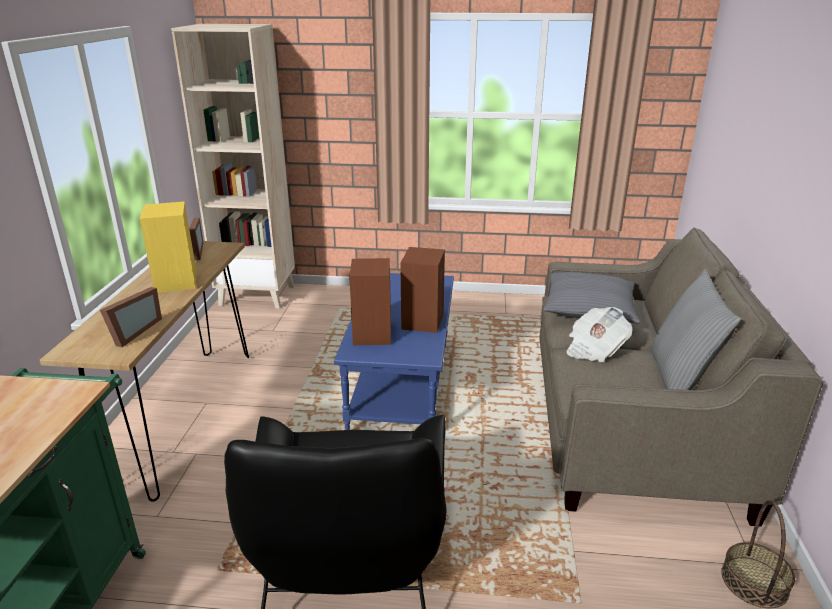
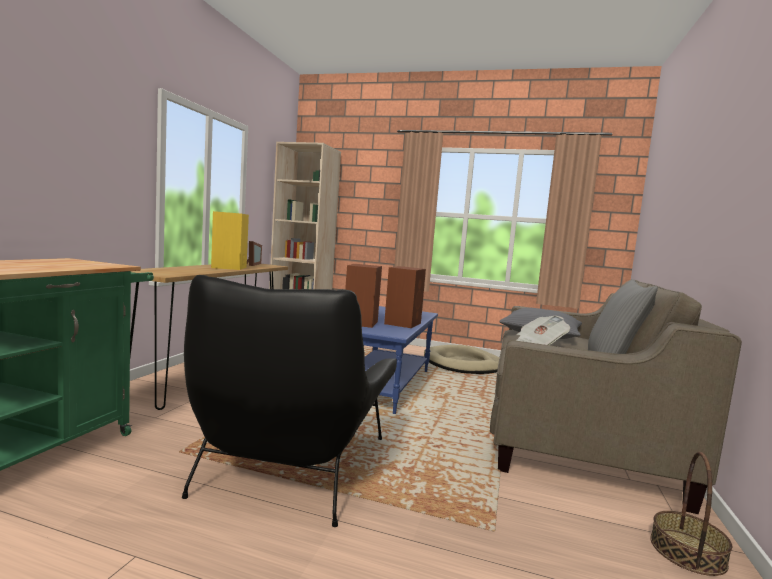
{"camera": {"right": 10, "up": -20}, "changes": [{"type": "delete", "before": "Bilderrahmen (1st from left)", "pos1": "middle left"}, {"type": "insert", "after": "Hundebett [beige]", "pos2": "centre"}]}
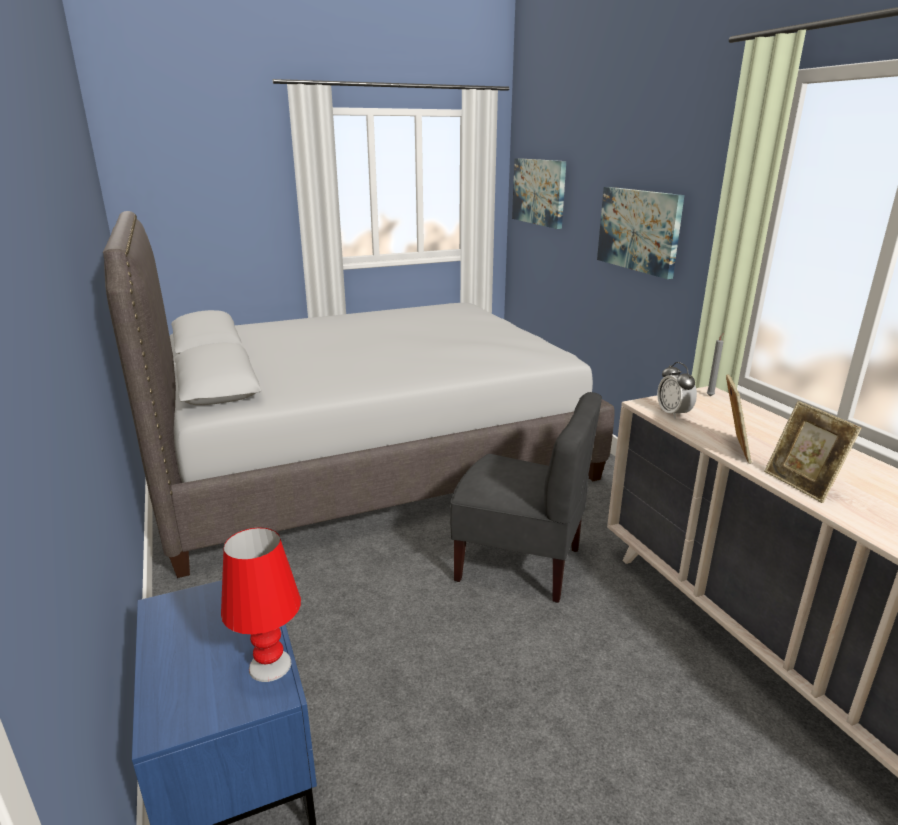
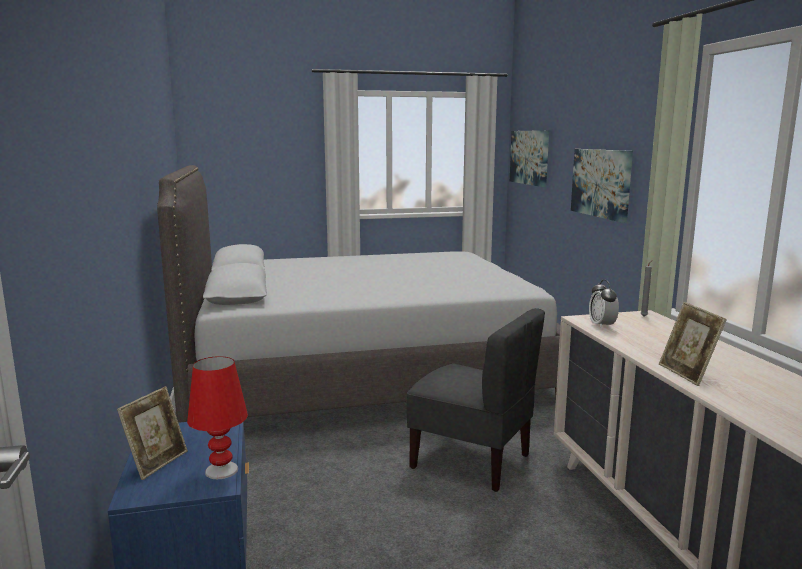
{"camera": {"right": 10, "up": -10}, "changes": [{"type": "move", "before": "Bilderrahmen (1st from left)", "pos1": "middle right", "pos2": "bottom left"}]}
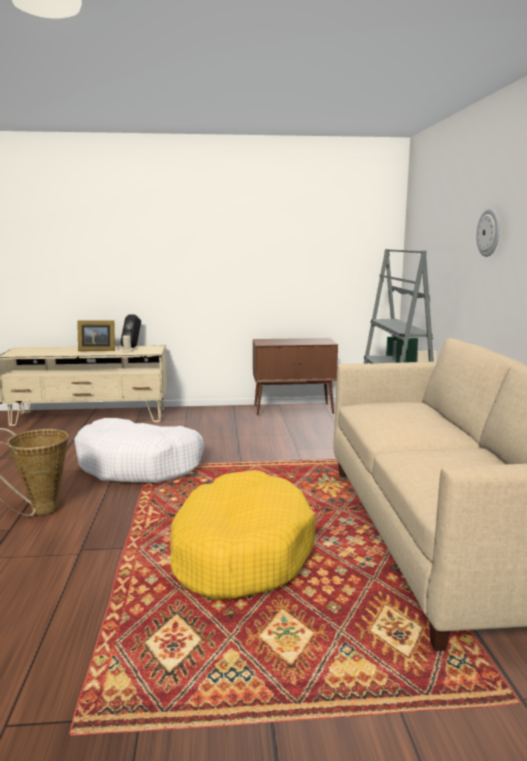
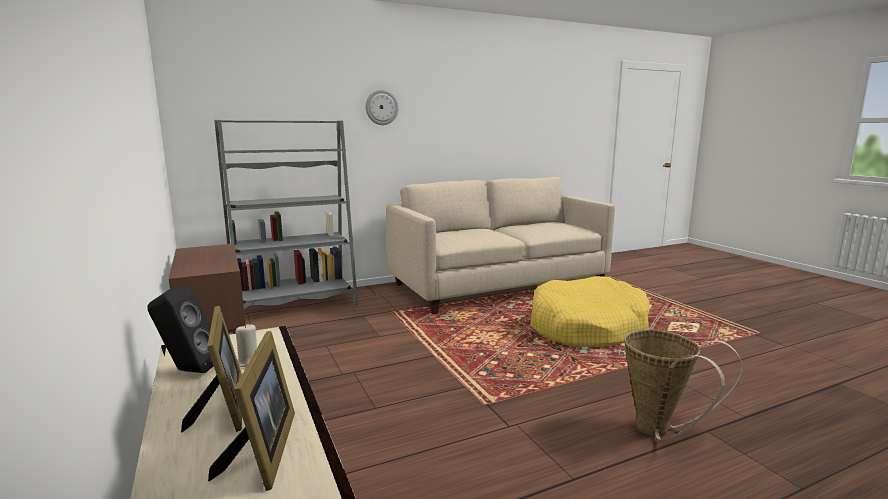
{"camera": {"right": -110, "up": 0}, "changes": [{"type": "delete", "before": "Hundebett [weiß]", "pos1": "middle left"}, {"type": "insert", "after": "Bilderrahmen (2nd from left)", "pos2": "bottom left"}]}
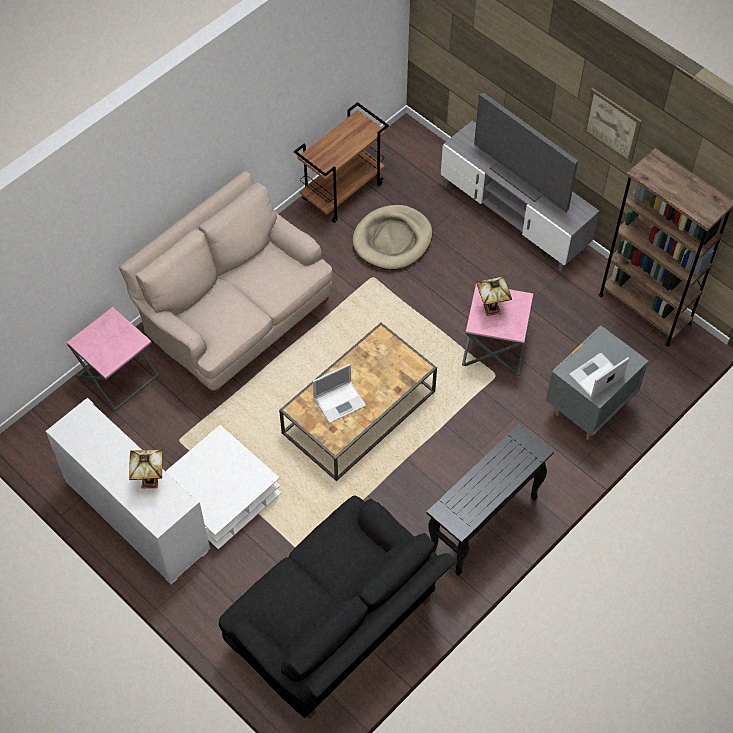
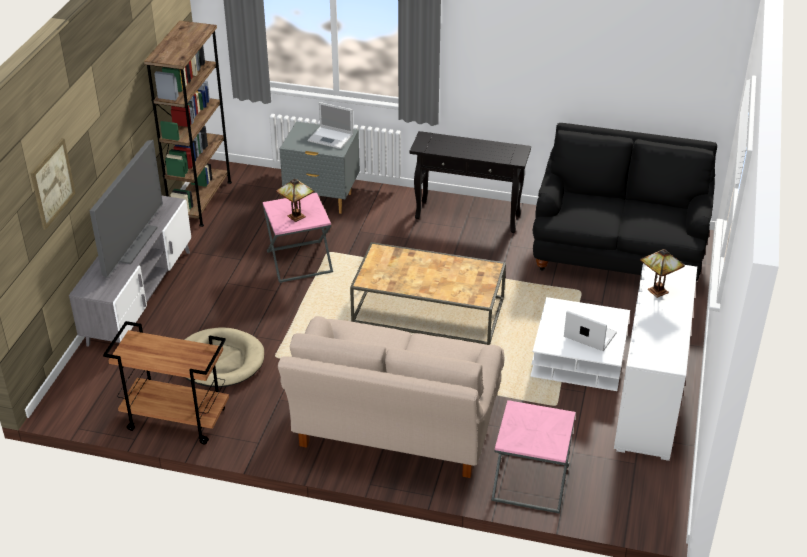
{"camera": {"right": -120, "up": -20}, "changes": [{"type": "move", "before": "Laptop (1st from left in the first image)", "after": "Laptop (2nd from left)", "pos1": "centre", "pos2": "middle right"}, {"type": "move", "before": "Bild", "pos1": "top right", "pos2": "top left"}]}
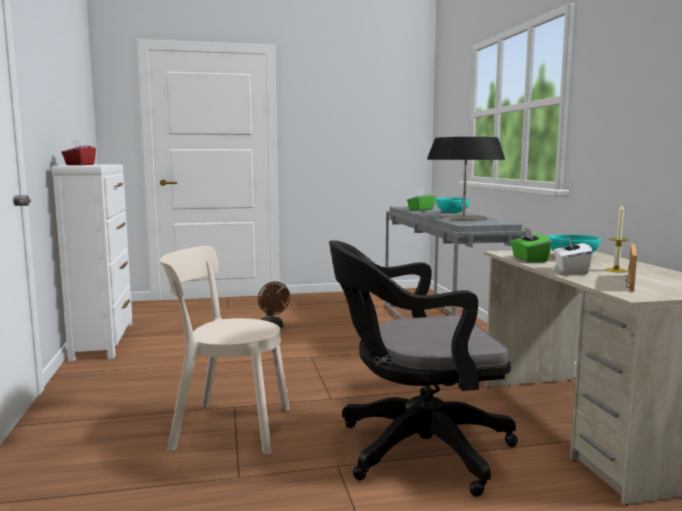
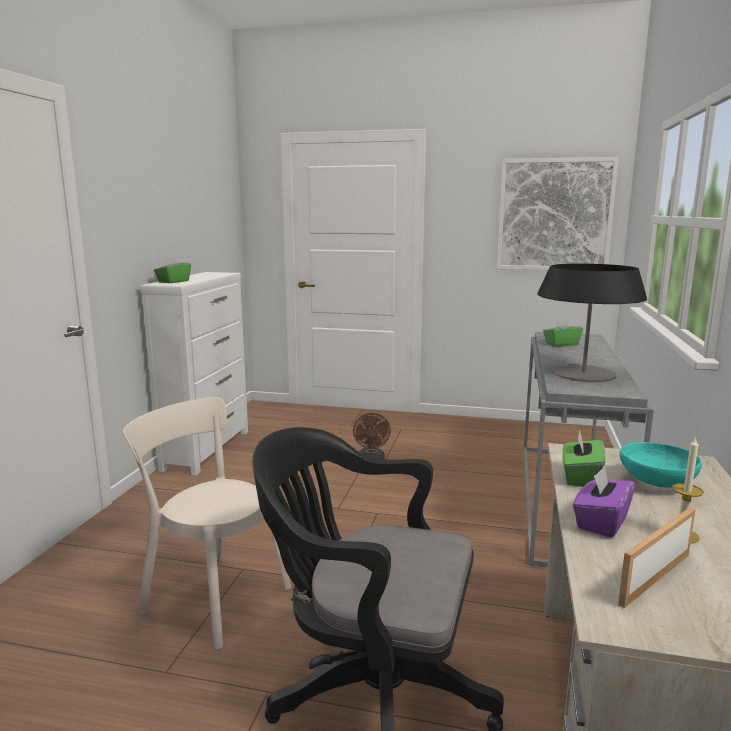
{"camera": {"right": 25, "up": 5}, "changes": [{"type": "recolor", "before": "Taschentuchbox [rot]", "after": "Taschentuchbox [grün] (1st from left)", "pos1": "top left", "pos2": "middle left"}, {"type": "delete", "before": "Schüssel [türkis] (1st from left)", "pos1": "centre"}, {"type": "recolor", "before": "Taschentuchbox [weiß]", "after": "Taschentuchbox [lila]", "pos1": "middle right", "pos2": "bottom right"}, {"type": "insert", "after": "Bild", "pos2": "top right"}]}
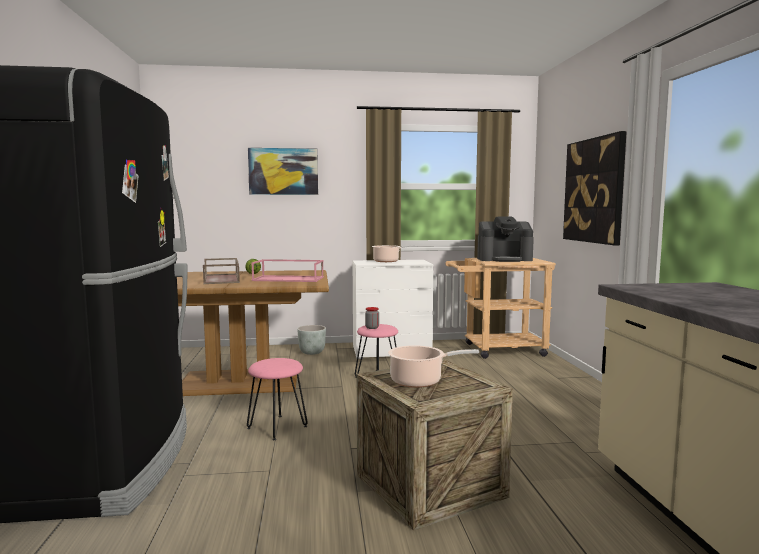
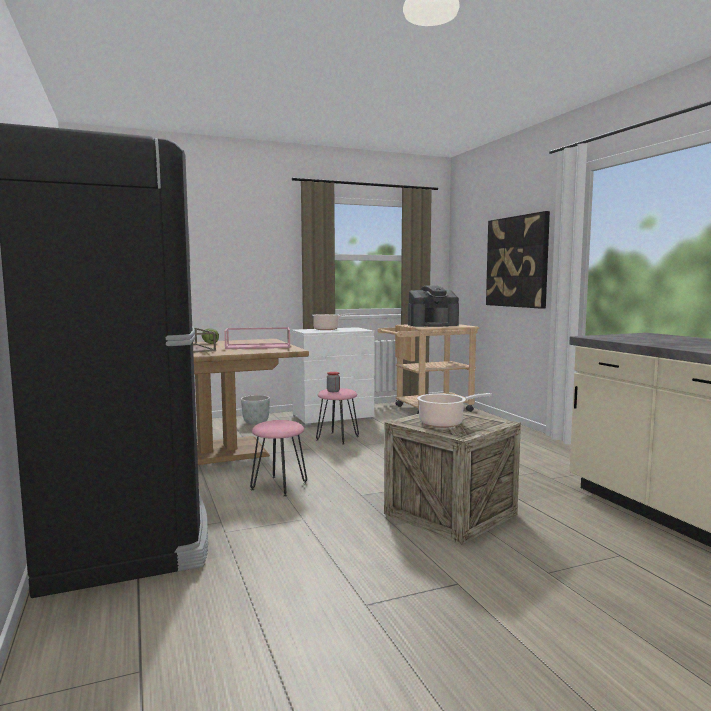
{"camera": {"right": -15, "up": 0}, "changes": [{"type": "delete", "before": "Bild (1st from left)", "pos1": "top centre"}]}
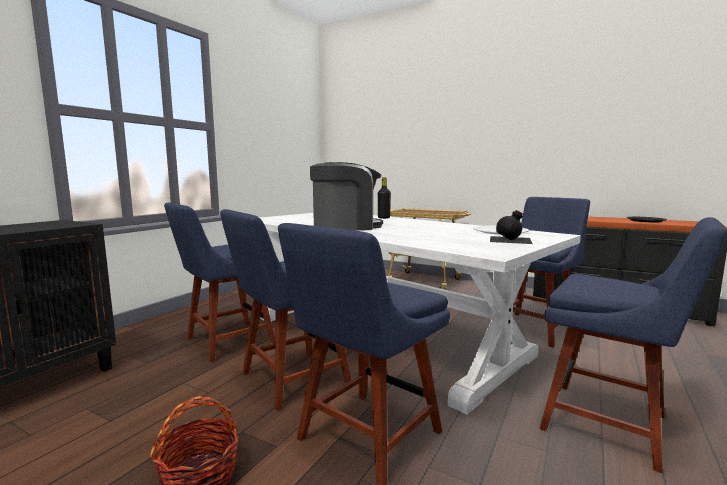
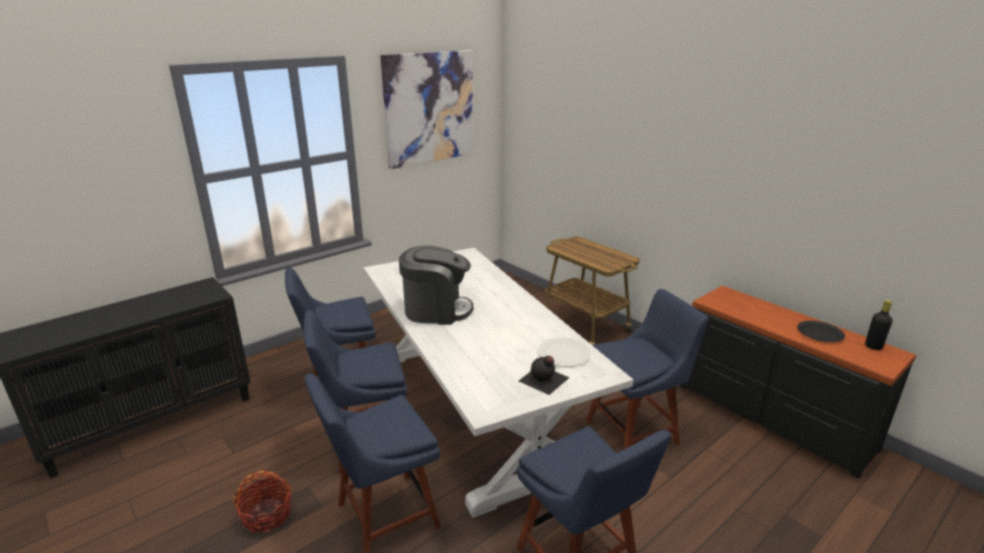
{"camera": {"right": 20, "up": 15}, "changes": [{"type": "move", "before": "Flasche [schwarz] (1st from left in the first image)", "after": "Flasche [schwarz] (2nd from left)", "pos1": "centre", "pos2": "middle right"}, {"type": "insert", "after": "Bild", "pos2": "top centre"}]}
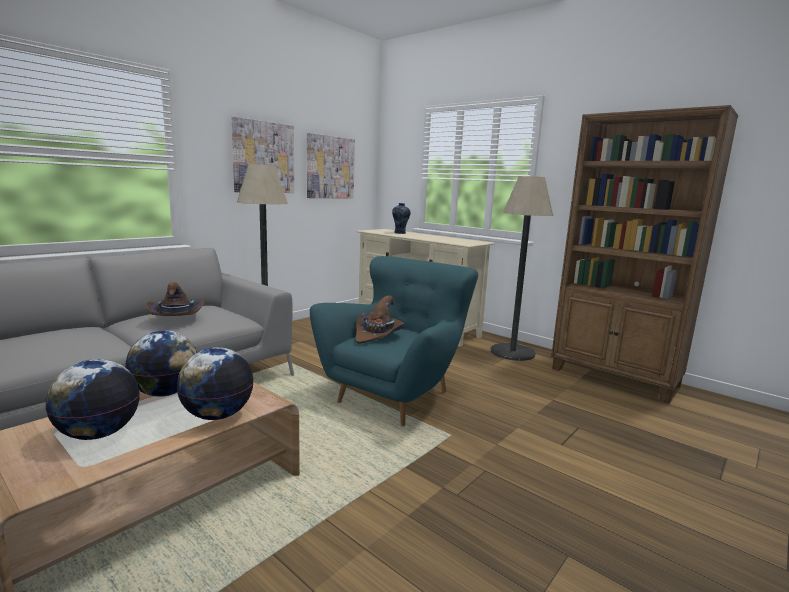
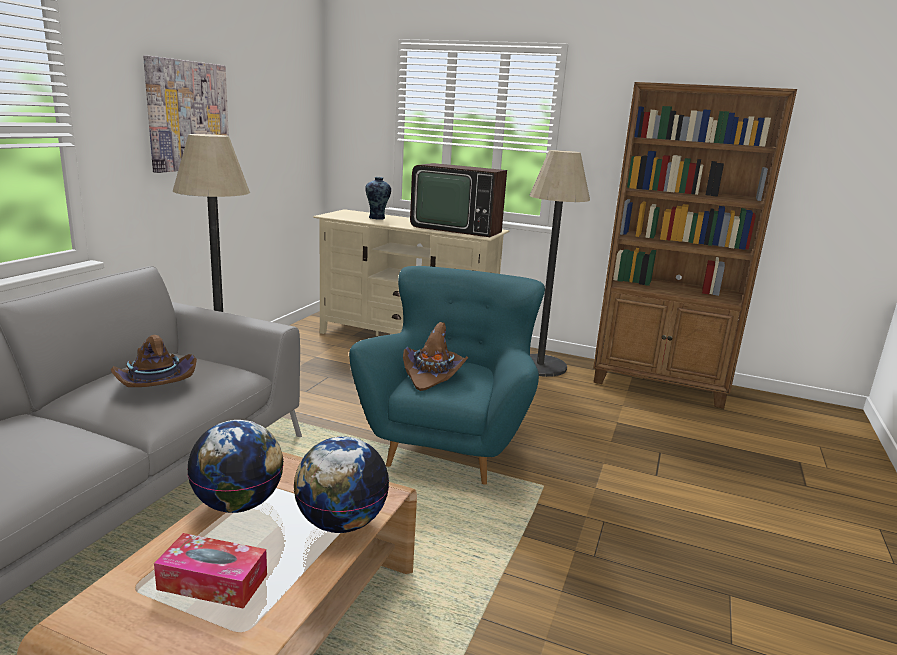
{"camera": {"right": -20, "up": 5}, "changes": [{"type": "replace", "before": "Globus (1st from left)", "after": "Taschentuchbox", "pos1": "bottom left", "pos2": "bottom left"}, {"type": "delete", "before": "Bild (2nd from left)", "pos1": "top centre"}, {"type": "insert", "after": "Fernseher", "pos2": "top centre"}]}
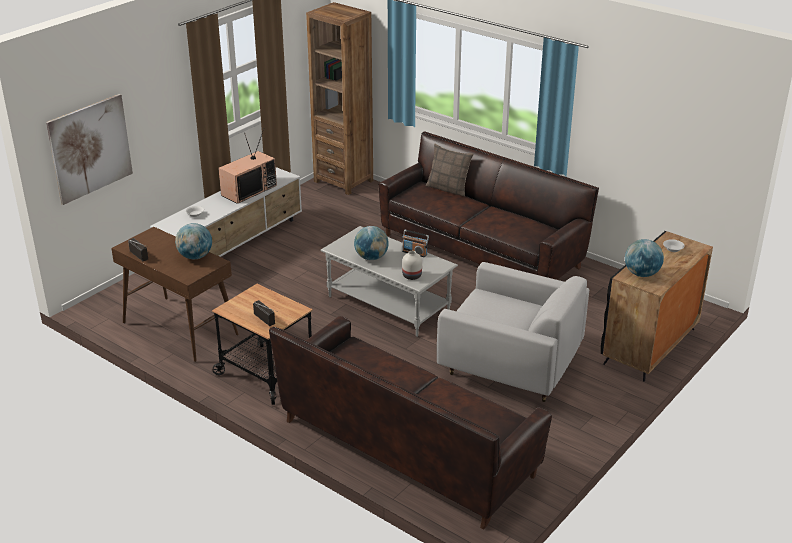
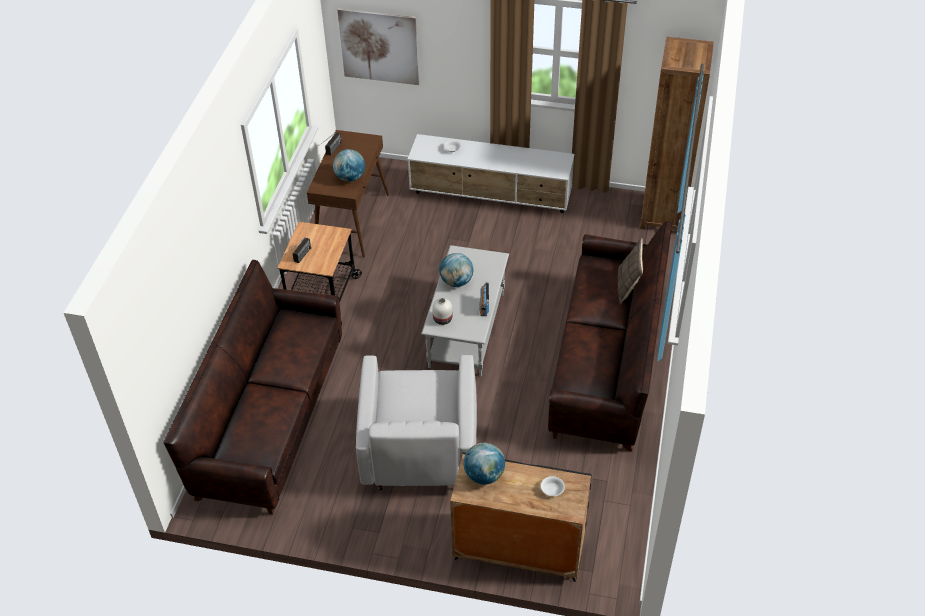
{"camera": {"right": 65, "up": 15}, "changes": [{"type": "delete", "before": "Fernseher", "pos1": "top left"}]}
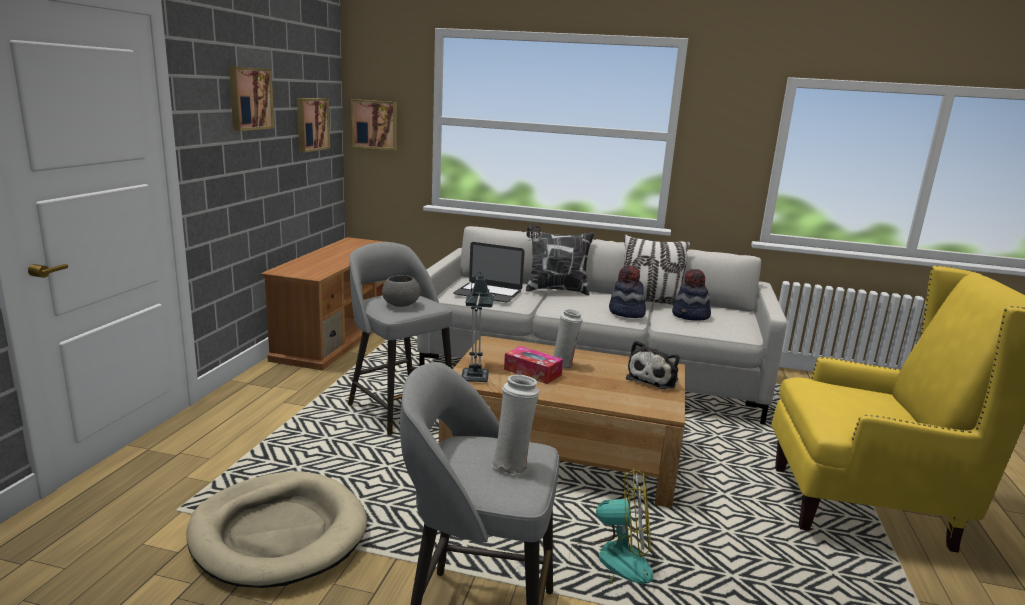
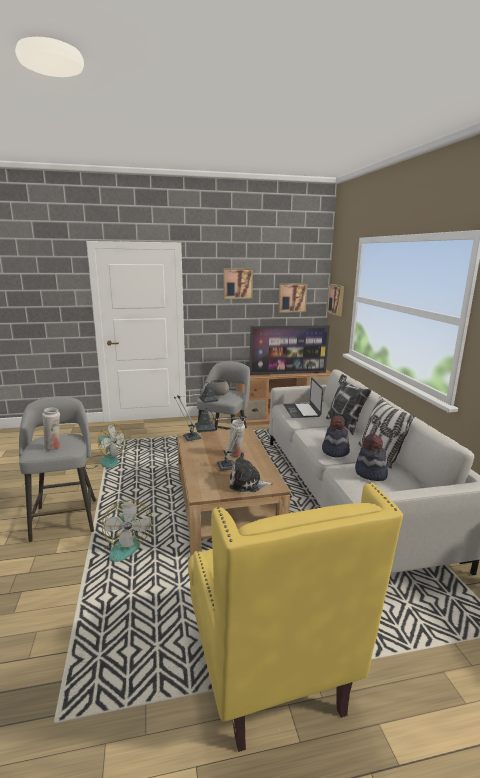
{"camera": {"right": 65, "up": 0}, "changes": [{"type": "replace", "before": "Hundebett [beige]", "after": "Ventilator (1st from left)", "pos1": "bottom left", "pos2": "middle left"}, {"type": "delete", "before": "Taschentuchbox", "pos1": "centre"}, {"type": "insert", "after": "Tischlampe (2nd from left)", "pos2": "centre"}, {"type": "insert", "after": "Fernseher", "pos2": "centre"}]}
